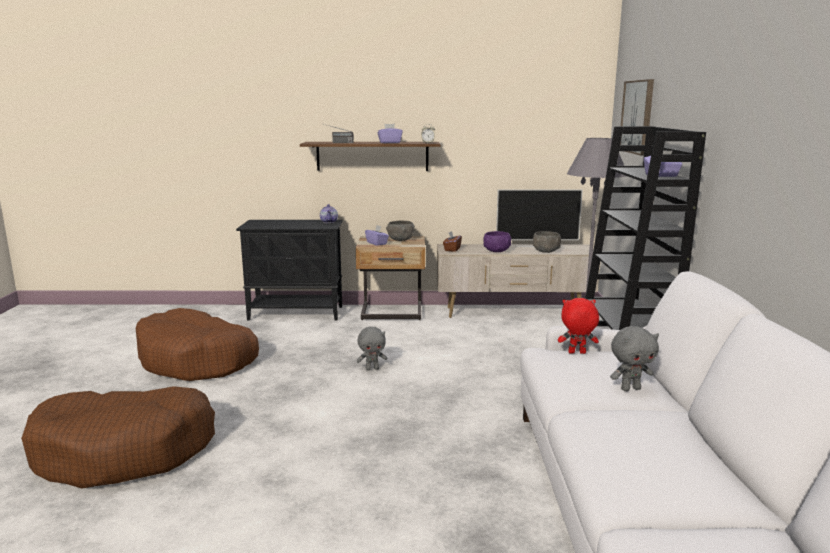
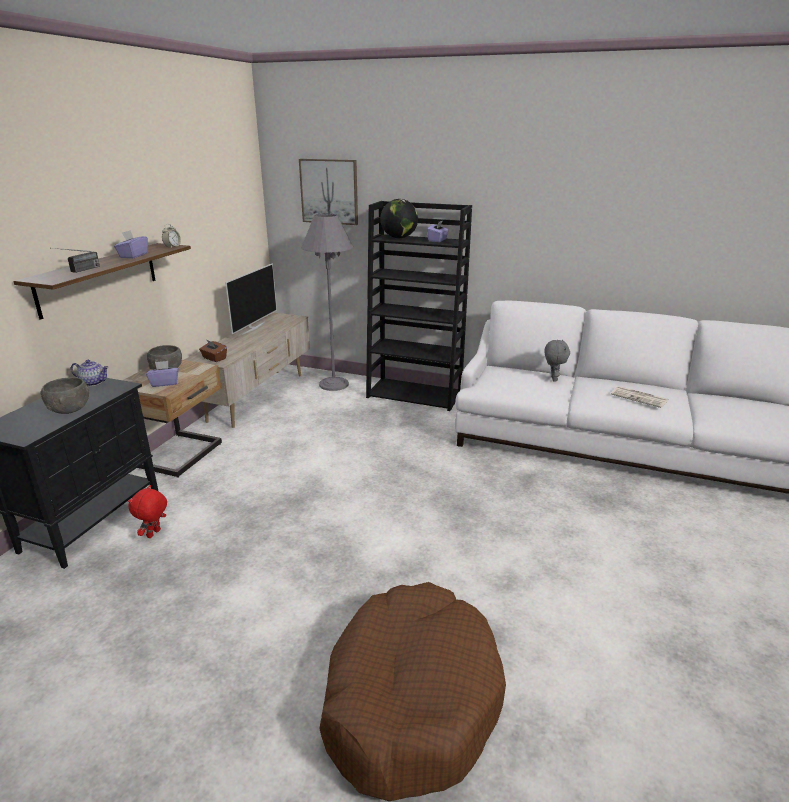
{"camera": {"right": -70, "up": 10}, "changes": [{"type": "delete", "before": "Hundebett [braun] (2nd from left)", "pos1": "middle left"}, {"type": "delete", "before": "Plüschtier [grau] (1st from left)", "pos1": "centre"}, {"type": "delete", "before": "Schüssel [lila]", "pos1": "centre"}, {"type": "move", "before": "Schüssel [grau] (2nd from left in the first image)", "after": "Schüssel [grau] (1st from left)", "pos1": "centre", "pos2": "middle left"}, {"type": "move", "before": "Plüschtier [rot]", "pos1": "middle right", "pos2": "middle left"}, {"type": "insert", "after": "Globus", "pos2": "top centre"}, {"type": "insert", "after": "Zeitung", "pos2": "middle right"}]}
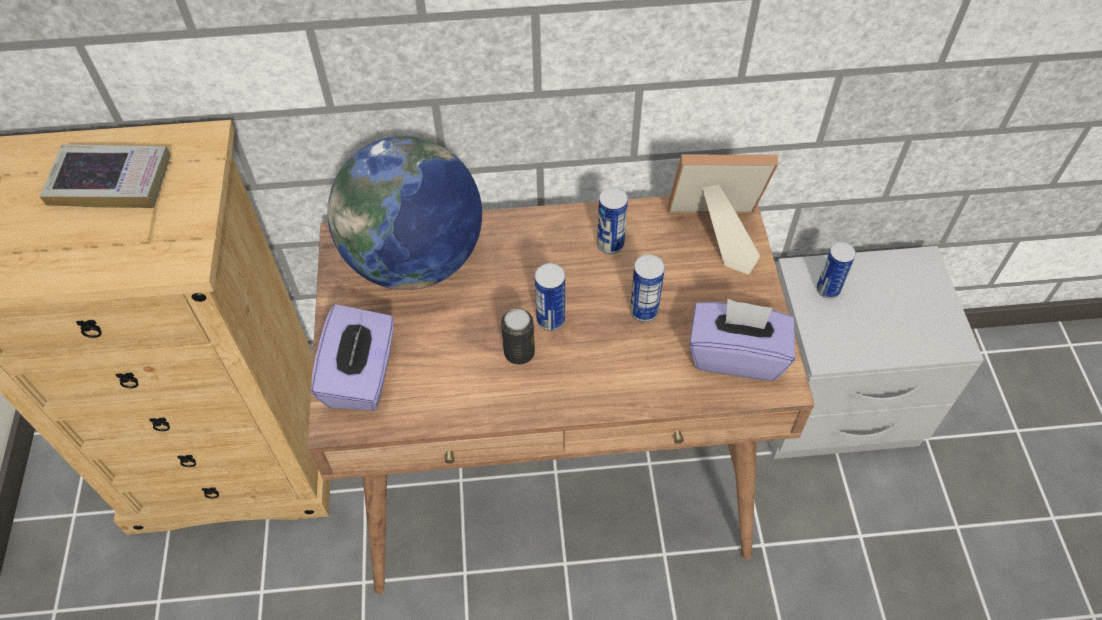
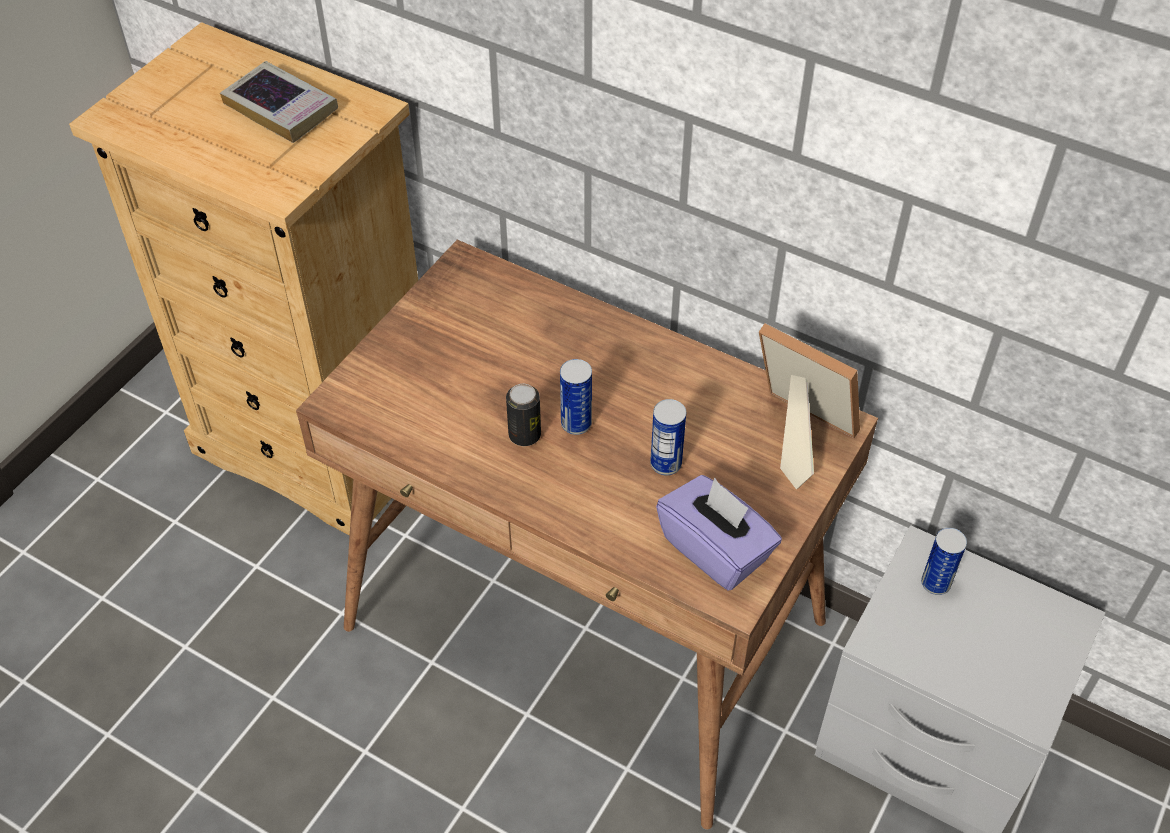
{"camera": {"right": 35, "up": -5}, "changes": [{"type": "delete", "before": "Taschentuchbox [lila] (1st from left)", "pos1": "middle left"}, {"type": "delete", "before": "Globus", "pos1": "centre"}, {"type": "delete", "before": "Dose (3rd from left)", "pos1": "centre"}]}
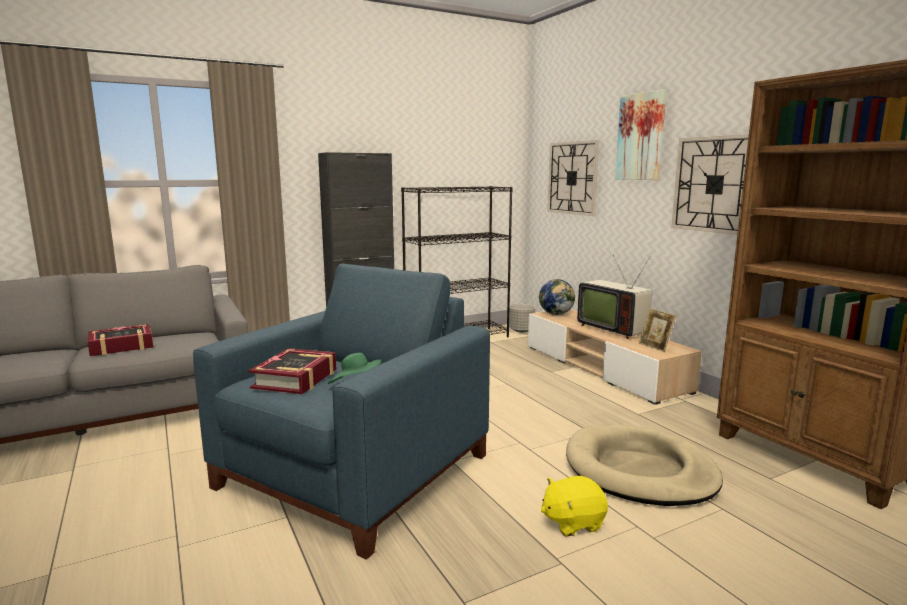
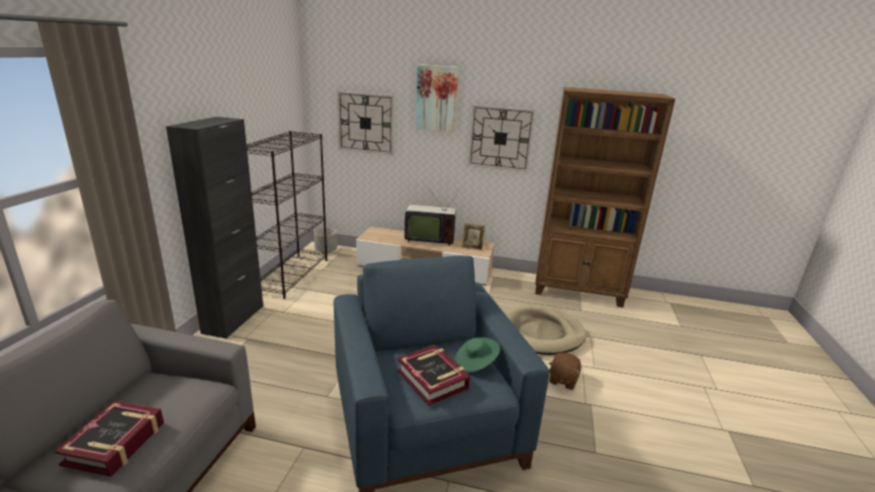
{"camera": {"right": -50, "up": 10}, "changes": [{"type": "delete", "before": "Globus", "pos1": "centre"}, {"type": "recolor", "before": "Plüschtier [gelb]", "after": "Plüschtier [braun]", "pos1": "bottom centre", "pos2": "bottom centre"}]}
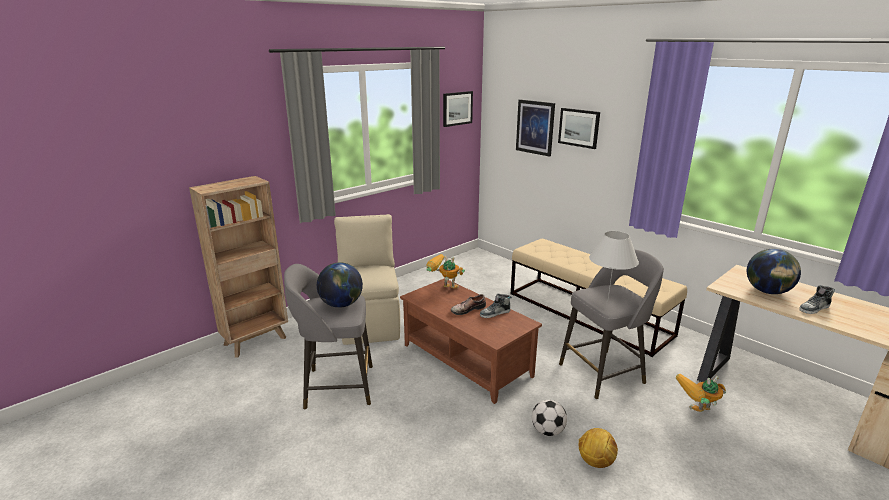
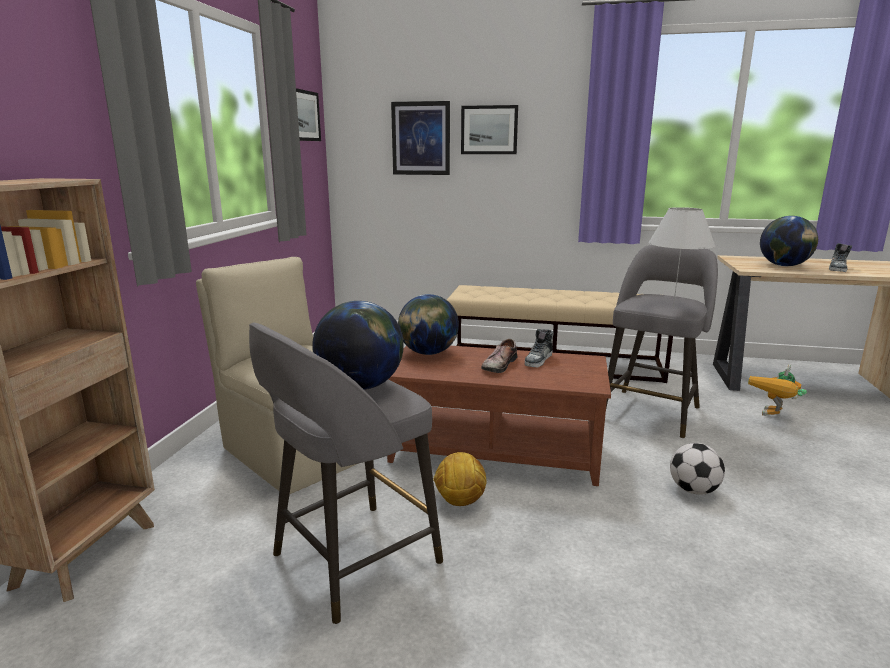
{"camera": {"right": -35, "up": -5}, "changes": [{"type": "replace", "before": "Spielzeugroboter (1st from left)", "after": "Globus (2nd from left)", "pos1": "centre", "pos2": "centre"}, {"type": "move", "before": "Fußball (2nd from left in the first image)", "after": "Fußball (1st from left)", "pos1": "bottom right", "pos2": "bottom centre"}]}
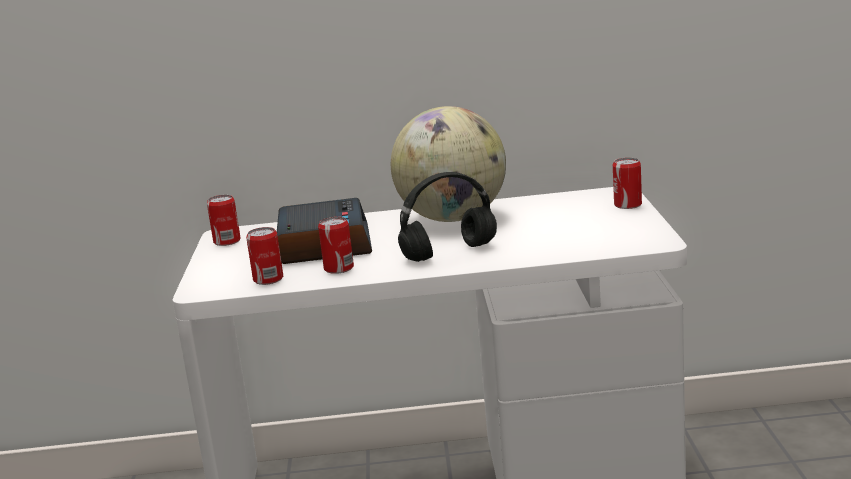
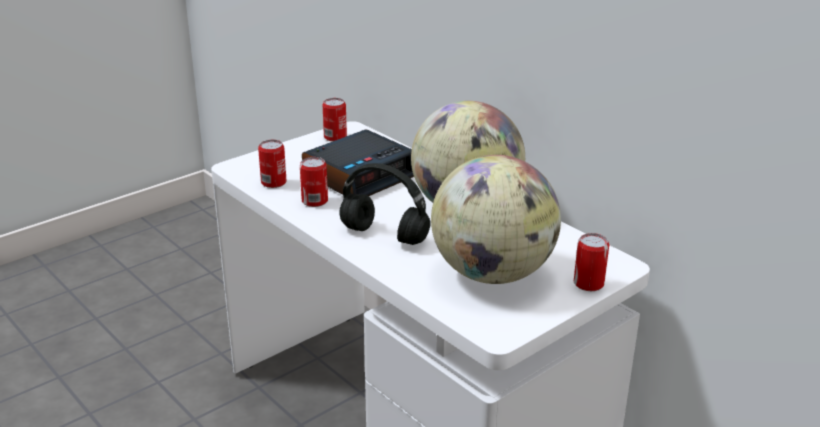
{"camera": {"right": 50, "up": 10}, "changes": [{"type": "insert", "after": "Globus (2nd from left)", "pos2": "centre"}]}
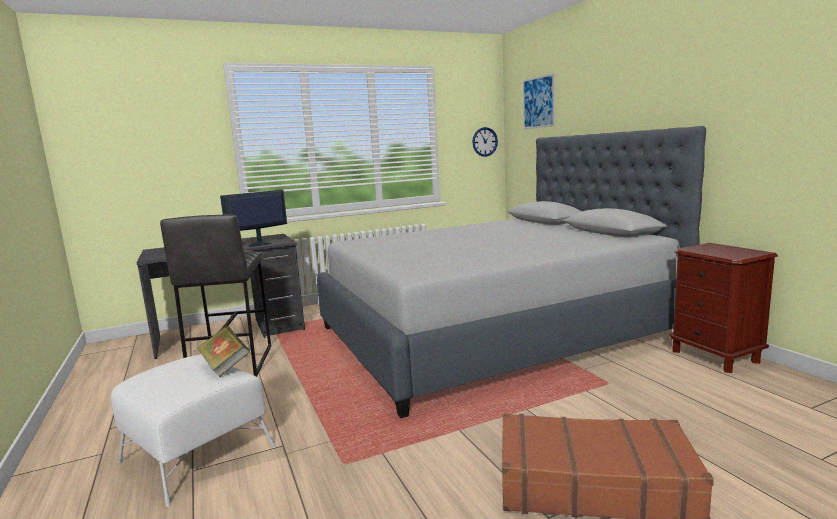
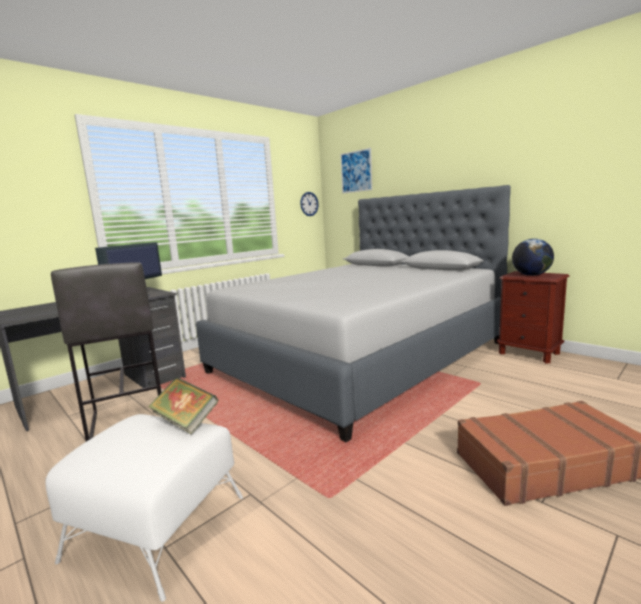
{"camera": {"right": -20, "up": 0}, "changes": [{"type": "insert", "after": "Globus", "pos2": "middle right"}]}
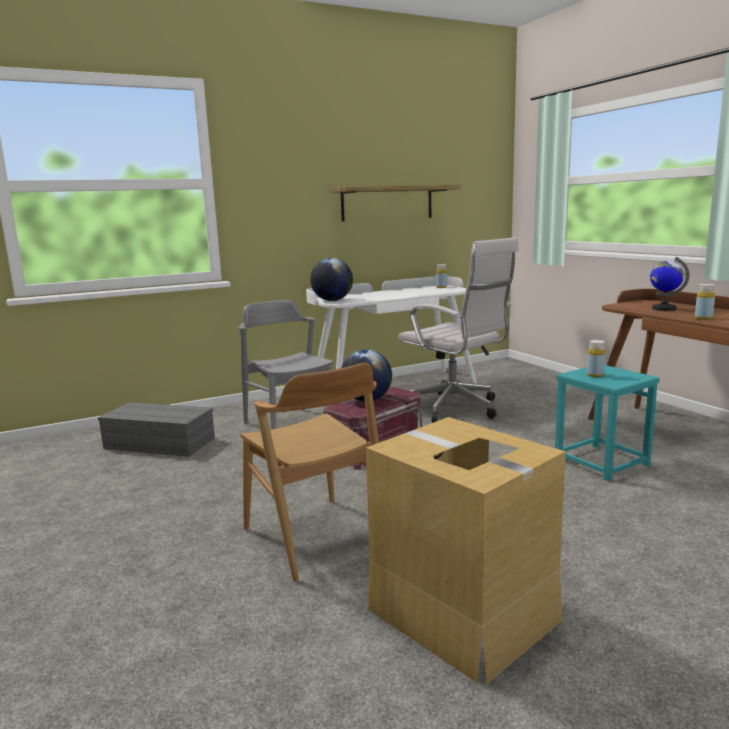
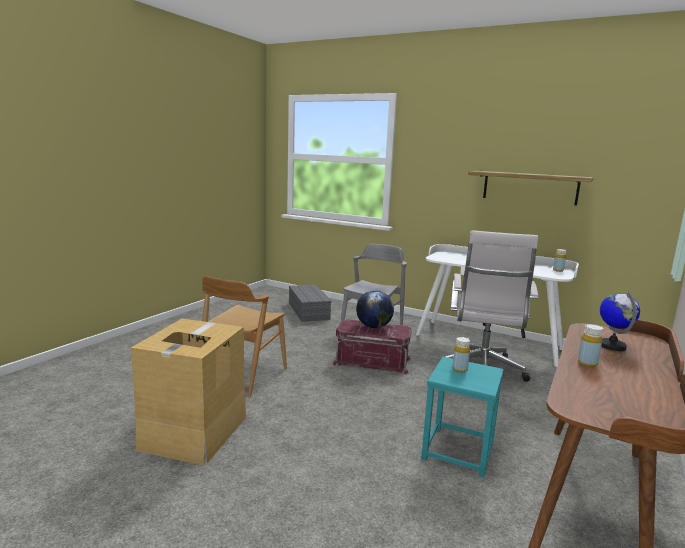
{"camera": {"right": 55, "up": 0}, "changes": [{"type": "delete", "before": "Globus (1st from left)", "pos1": "centre"}]}
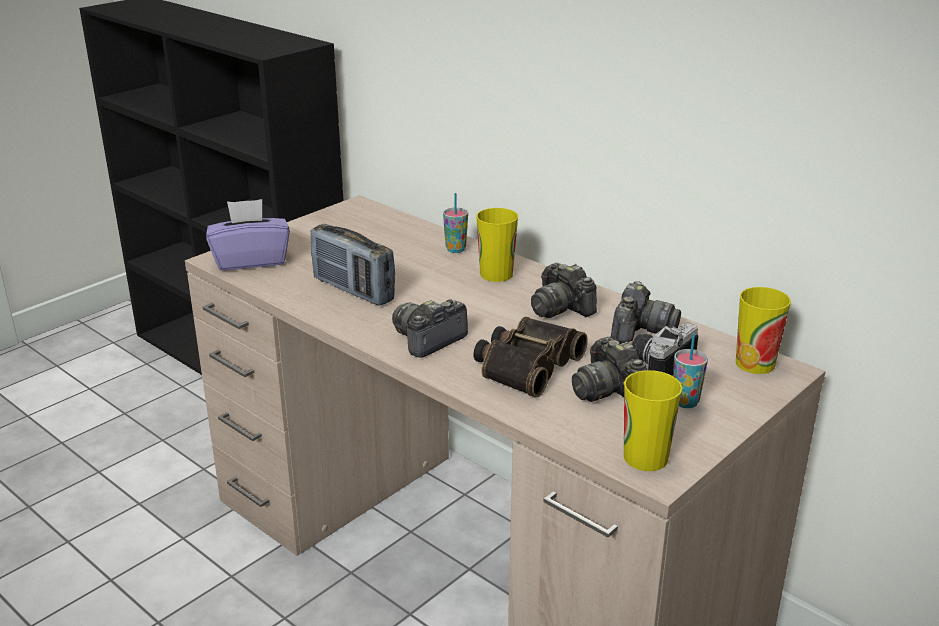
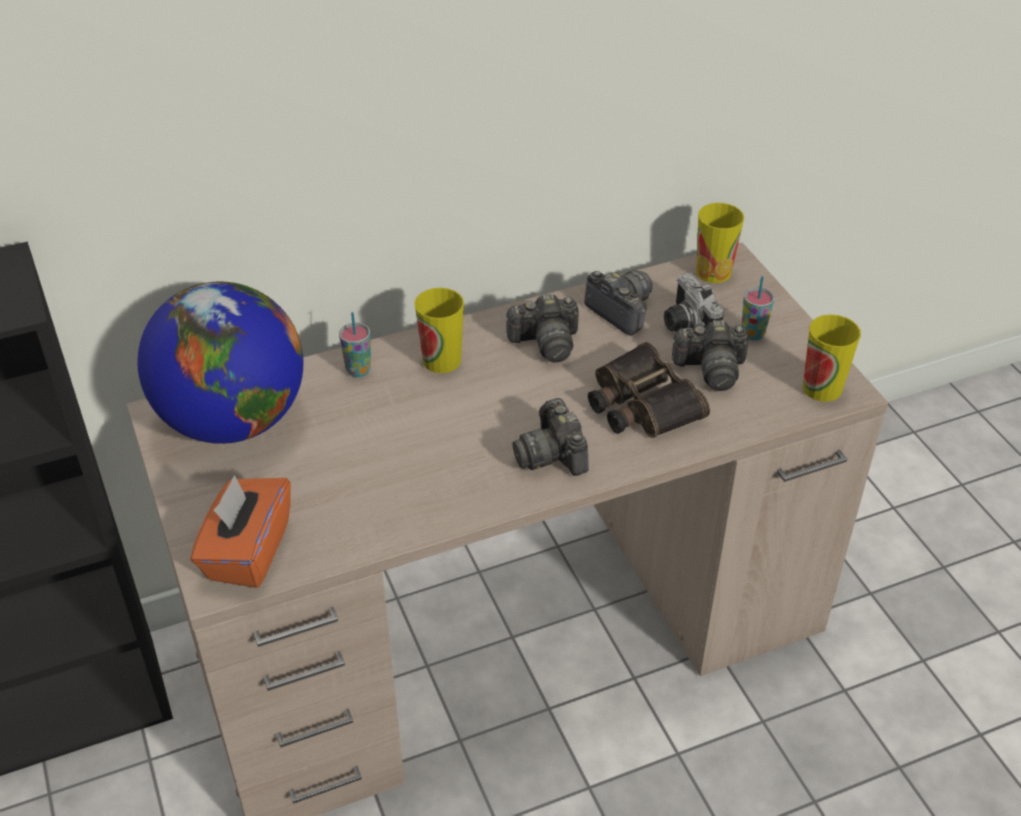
{"camera": {"right": -65, "up": 15}, "changes": [{"type": "recolor", "before": "Taschentuchbox [lila]", "after": "Taschentuchbox [orange]", "pos1": "middle left", "pos2": "middle left"}, {"type": "delete", "before": "Radio", "pos1": "centre"}, {"type": "insert", "after": "Globus", "pos2": "middle left"}]}
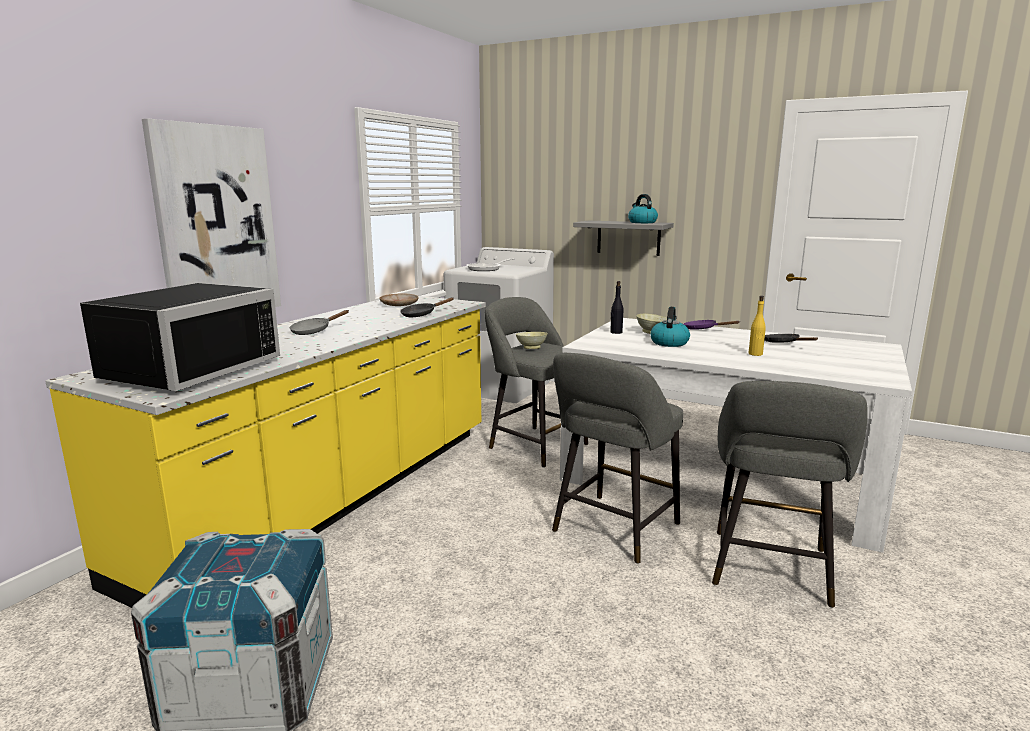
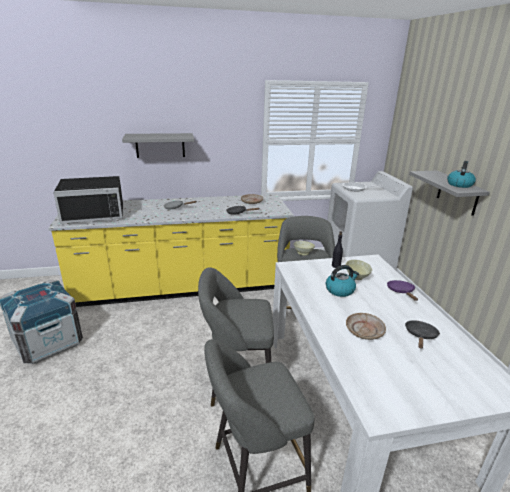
{"camera": {"right": 50, "up": 10}, "changes": [{"type": "replace", "before": "Bild", "after": "Wandregal [grau] (1st from left)", "pos1": "top left", "pos2": "top left"}, {"type": "replace", "before": "Flasche [gelb]", "after": "Teller [beige] (2nd from left)", "pos1": "middle right", "pos2": "middle right"}]}
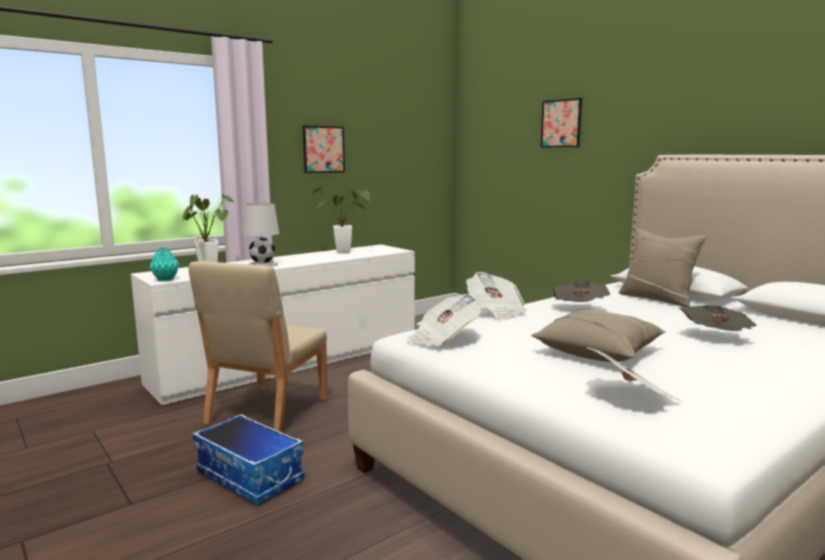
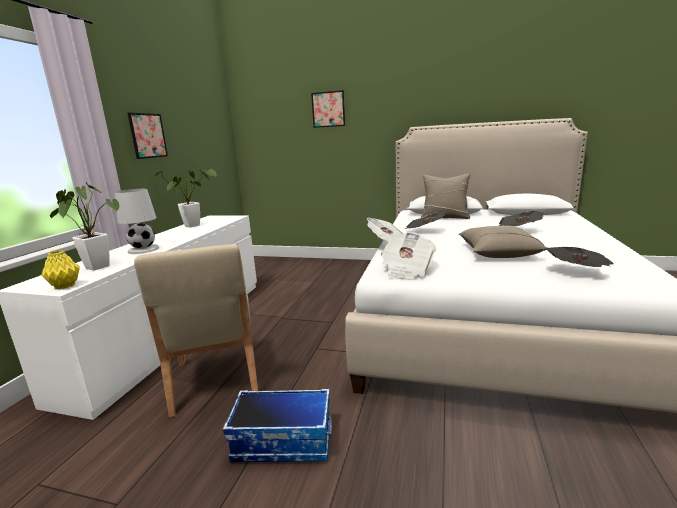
{"camera": {"right": -35, "up": 5}, "changes": [{"type": "recolor", "before": "Vase [türkis]", "after": "Vase [gelb]", "pos1": "middle left", "pos2": "middle left"}]}
